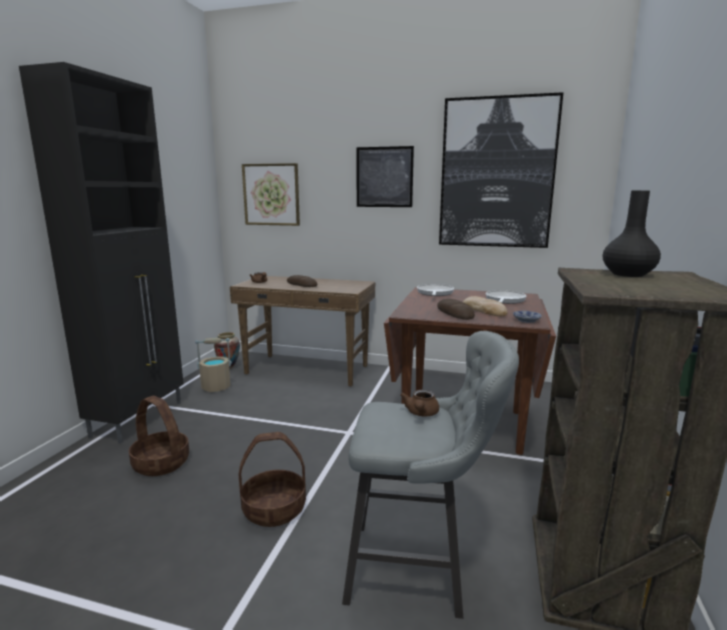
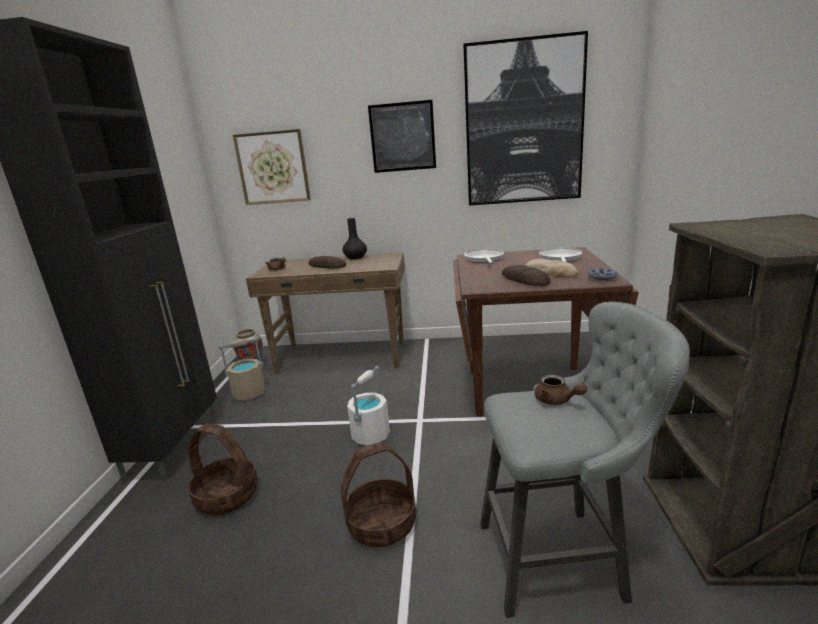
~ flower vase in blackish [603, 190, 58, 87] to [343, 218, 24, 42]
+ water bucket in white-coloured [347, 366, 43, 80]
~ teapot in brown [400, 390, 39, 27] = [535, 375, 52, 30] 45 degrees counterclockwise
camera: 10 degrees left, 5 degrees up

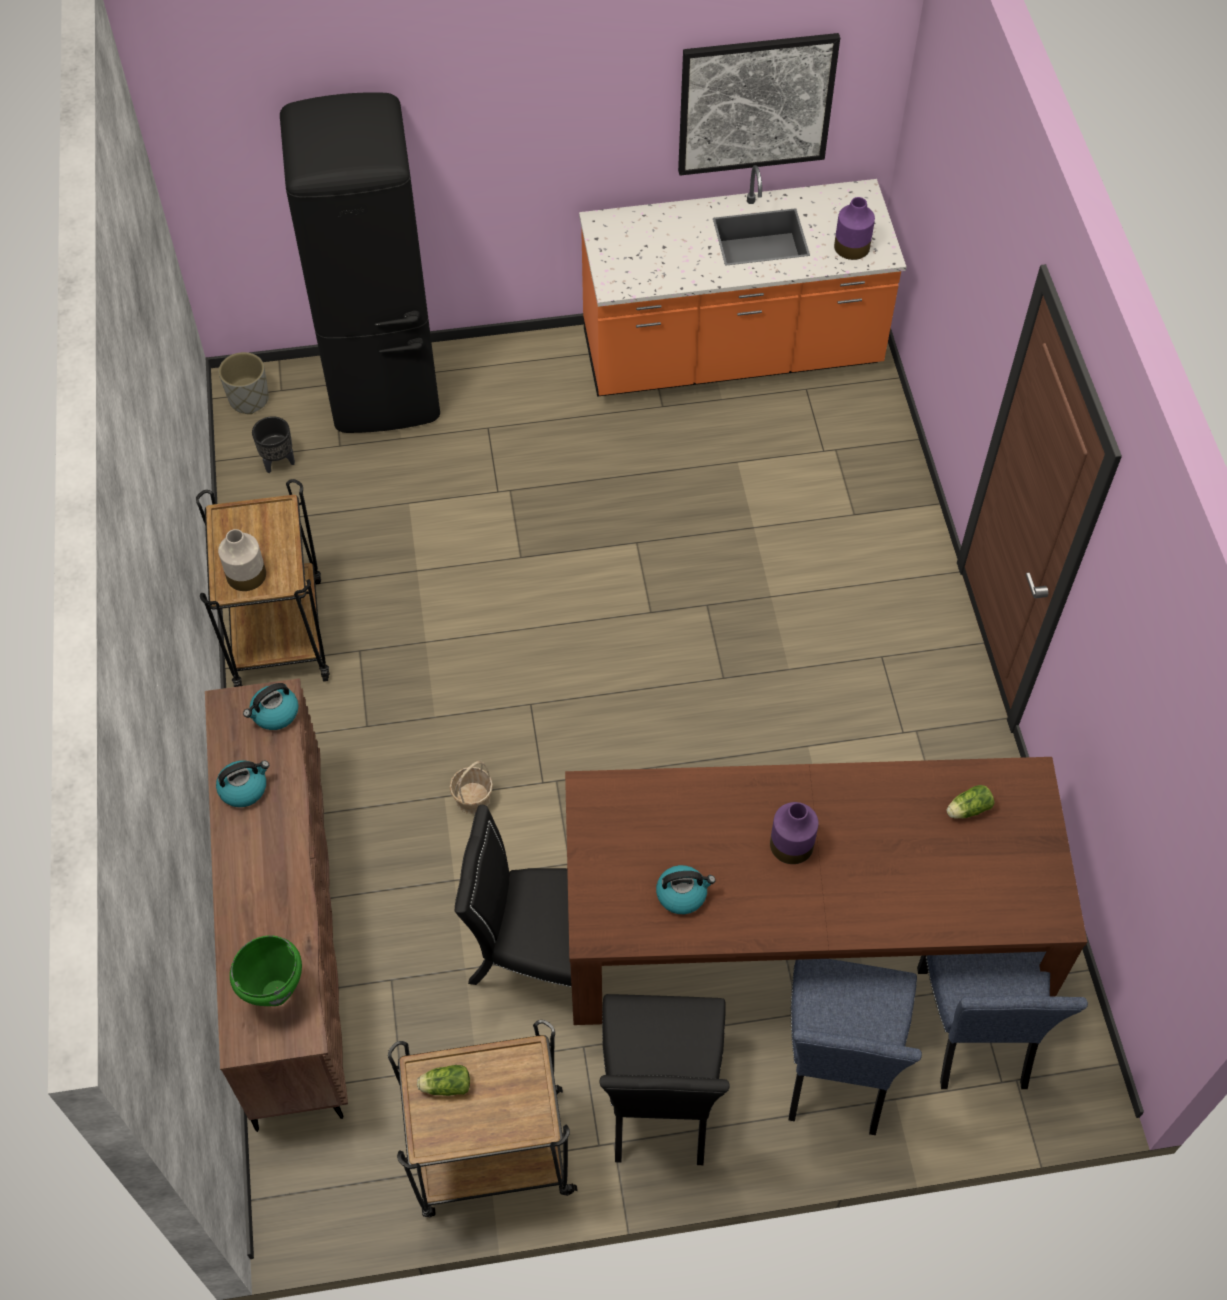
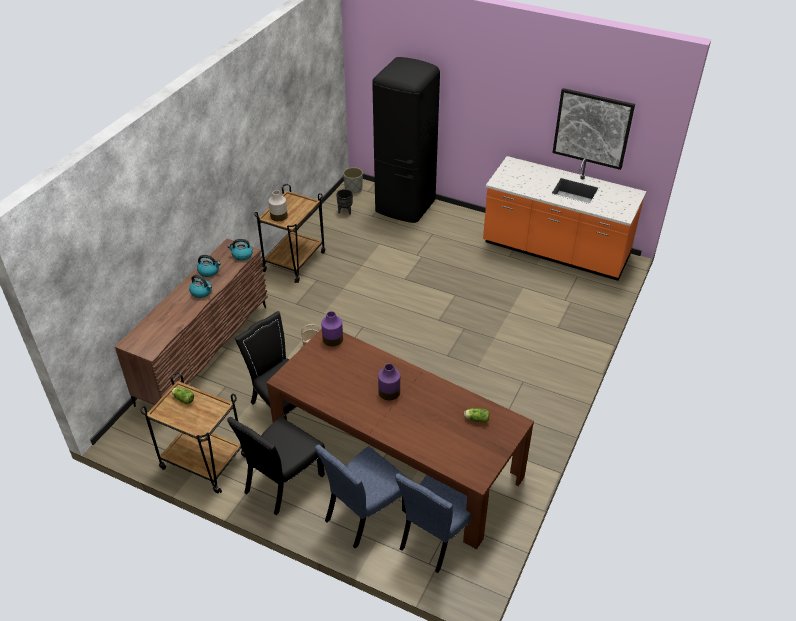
~ tea kettle [656, 865, 60, 49] to [189, 275, 23, 23]
~ flower vase in purple-coloured [834, 197, 41, 63] to [321, 311, 22, 35]
- cooking pot in green-coloured [230, 935, 72, 71]
camera: 35 degrees right, 15 degrees down

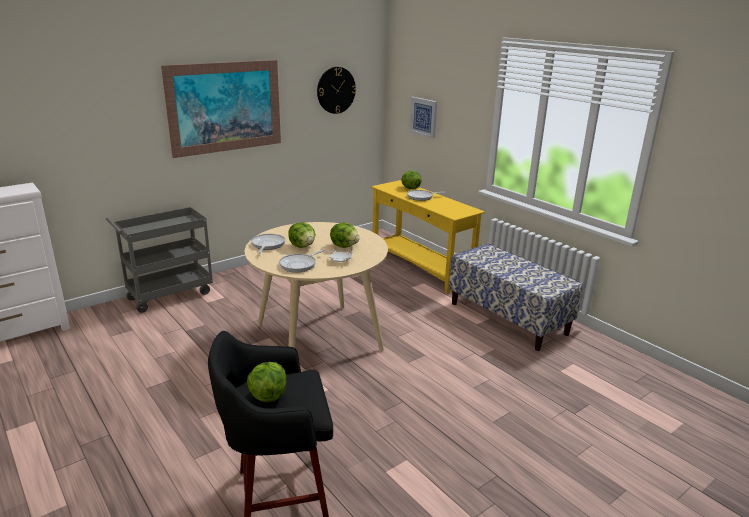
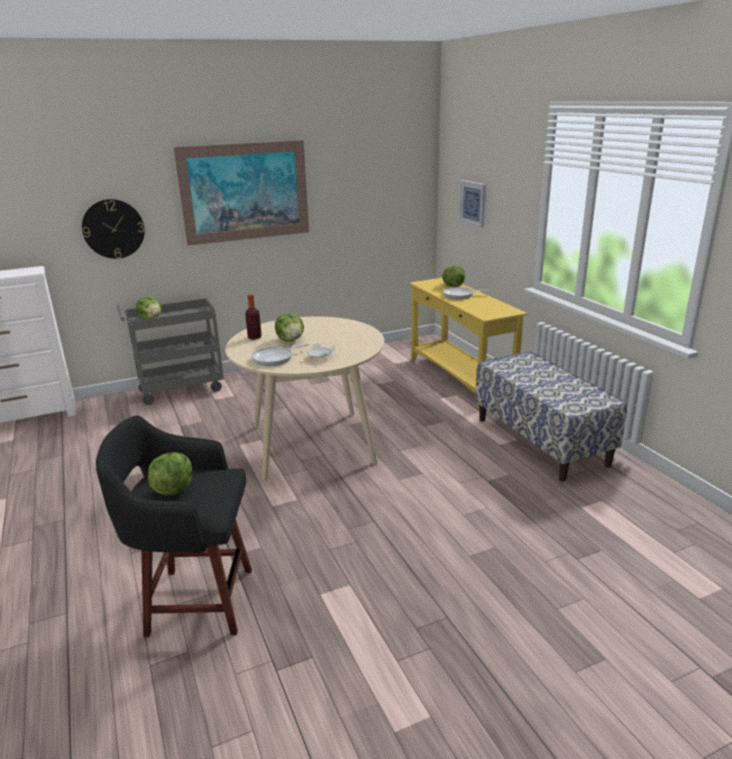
~ wall clock [317, 67, 39, 47] to [82, 199, 63, 60]
~ lettuce head [330, 223, 30, 25] to [136, 297, 26, 23]
~ frying pan [251, 234, 34, 20] to drink bottle [245, 294, 17, 46]
camera: 15 degrees right, 0 degrees up

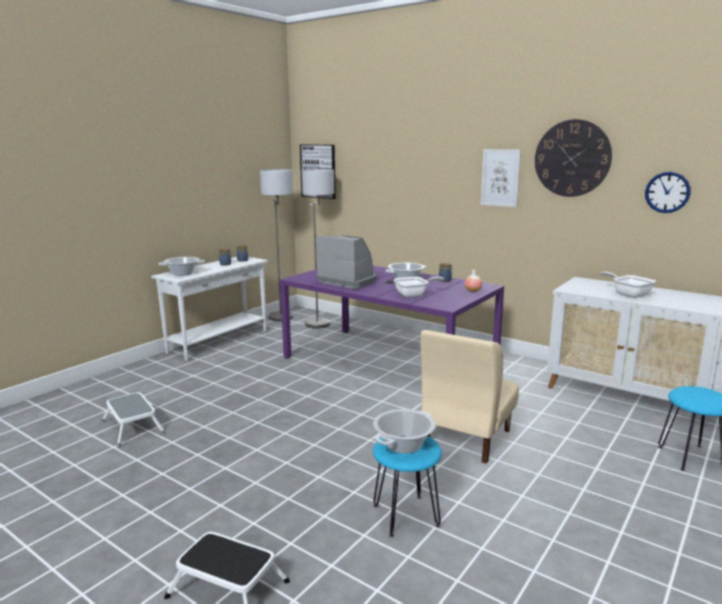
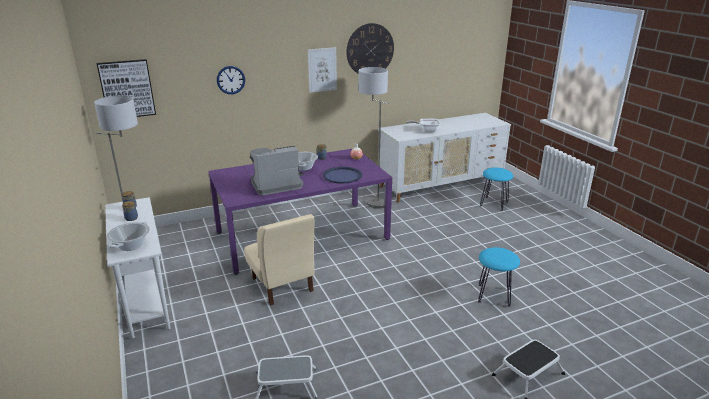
~ wall clock [645, 172, 46, 41] to [217, 66, 28, 28]
~ chair in beige [420, 330, 99, 134] to [244, 214, 71, 91]
~ frying pan [393, 277, 52, 20] to serving tray in blue [323, 167, 39, 17]
~ standing lamp in gray [302, 169, 32, 160] to [358, 67, 31, 142]
- cooking pot [373, 409, 63, 45]
camera: 60 degrees left, 10 degrees up

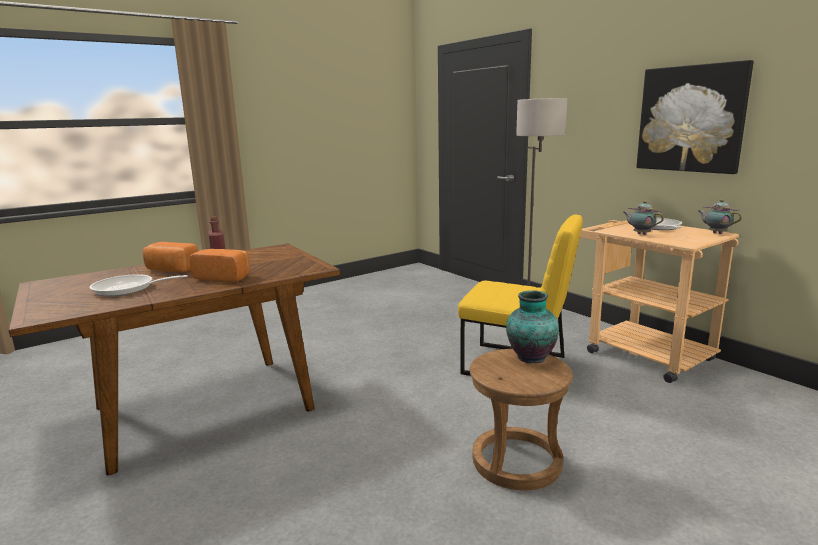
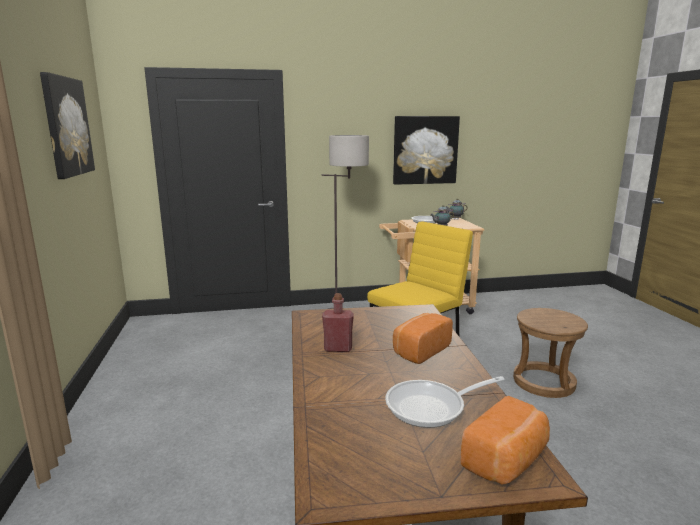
+ picture [40, 72, 55, 107]
~ frying pan [90, 274, 98, 23] = [385, 376, 120, 52] 45 degrees clockwise
~ baked bread [143, 242, 56, 30] to [461, 396, 89, 89]
- flower vase [506, 290, 53, 73]
camera: 65 degrees left, 0 degrees up

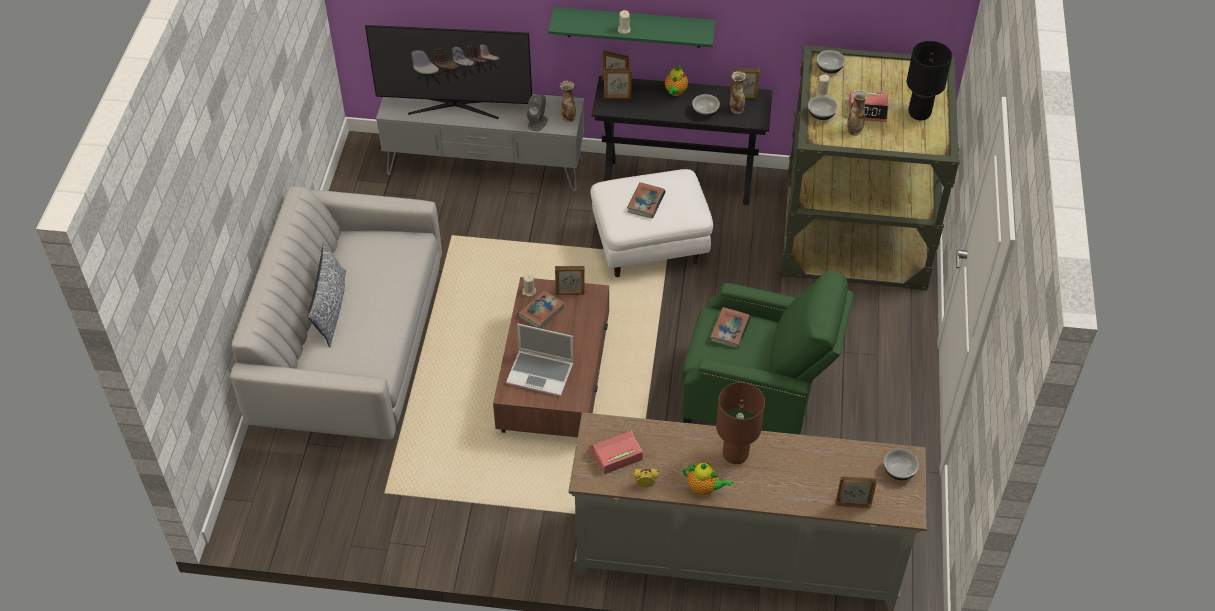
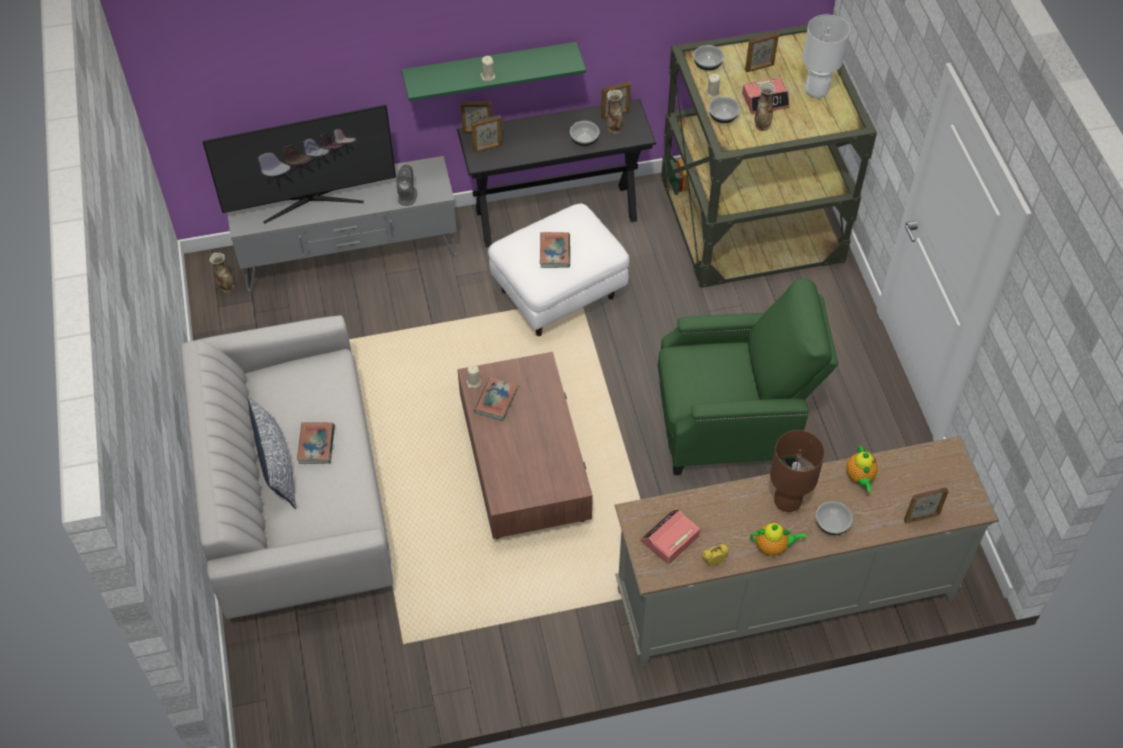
~ flower vase [560, 81, 16, 41] to [209, 252, 25, 41]
~ book [710, 307, 41, 41] to [297, 422, 38, 42]
~ picture frame [555, 266, 30, 29] to [745, 32, 34, 40]
~ lamp for a table in blackish [907, 41, 45, 80] to lamp for a table in white-coloured [802, 15, 48, 83]
~ bowl [884, 449, 35, 31] to [816, 501, 37, 34]
~ teapot [665, 66, 23, 30] to [847, 445, 31, 47]
- notebook computer [506, 324, 67, 72]
camera: 20 degrees left, 5 degrees up

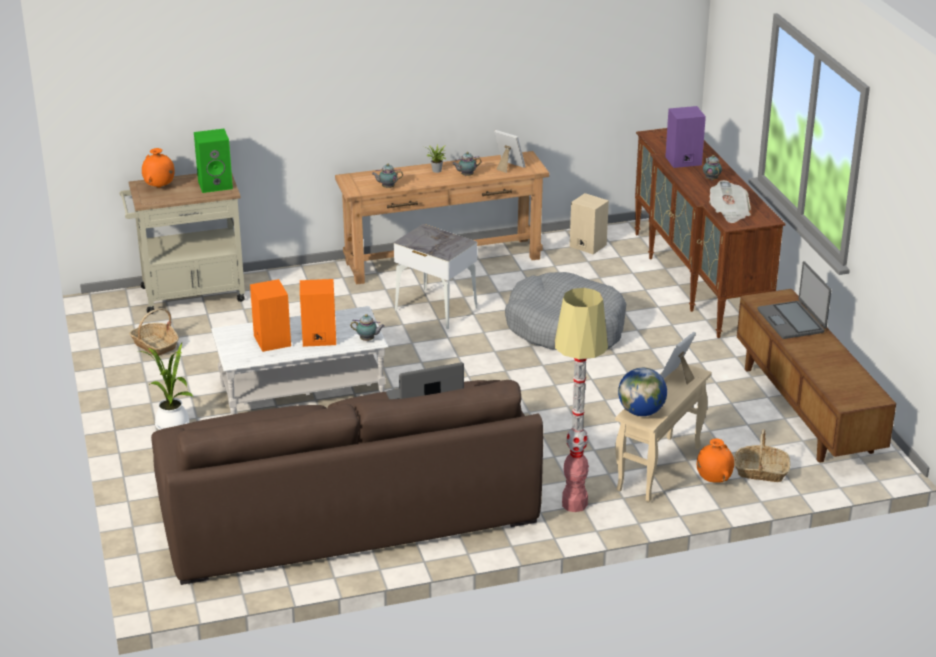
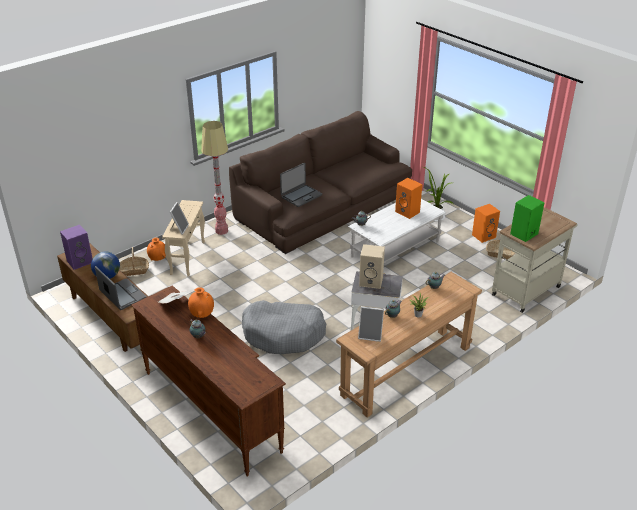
~ loudspeaker in purple-coloured [665, 106, 41, 62] to [60, 225, 33, 45]
~ globe [618, 368, 49, 48] to [91, 251, 29, 28]
~ flower vase in orangey [142, 148, 33, 40] to [188, 287, 26, 31]
~ loudspeaker in beige [570, 193, 39, 61] to [359, 244, 26, 45]
~ loudspeaker in orangey [300, 279, 36, 68] to [472, 204, 28, 39]
camera: 155 degrees right, 5 degrees up

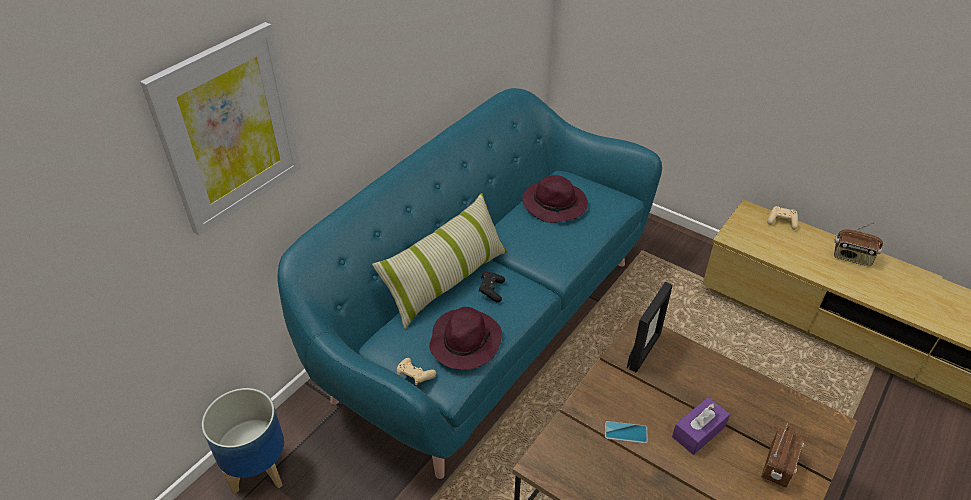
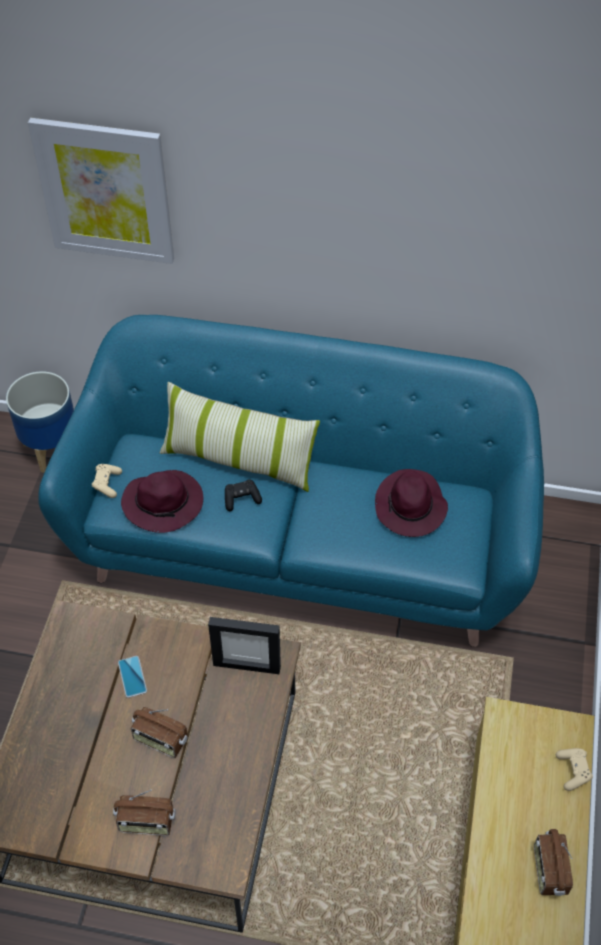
~ tissue box in purple-coloured [672, 397, 58, 58] to radio receiver [131, 707, 57, 51]
camera: 65 degrees right, 10 degrees up

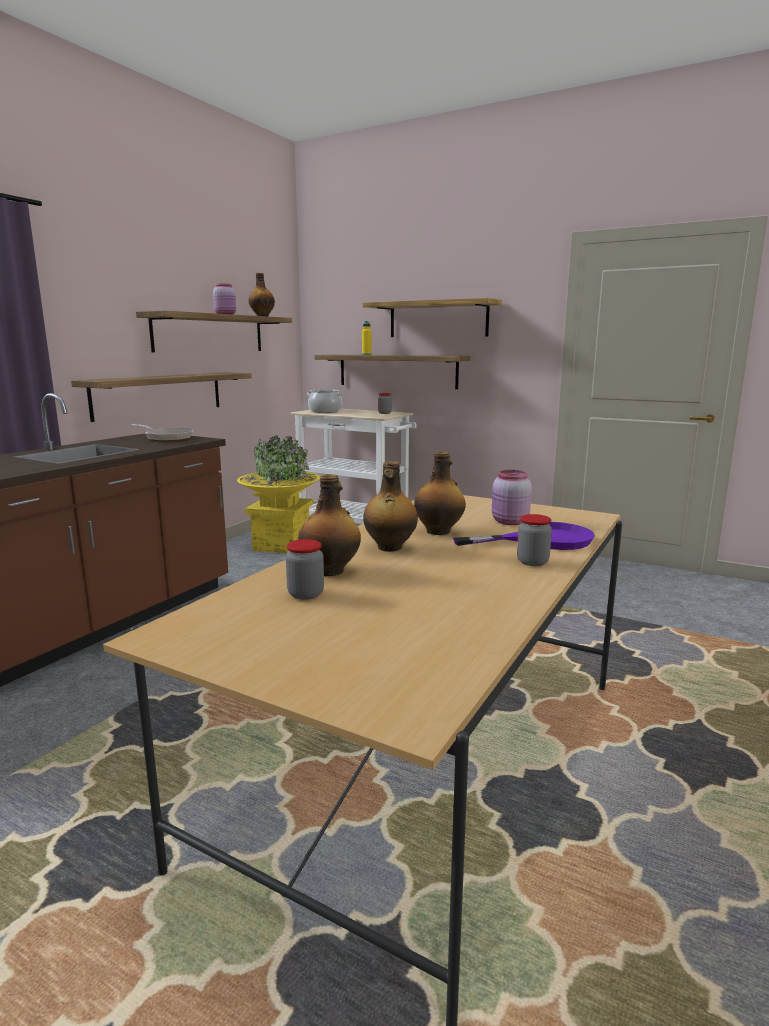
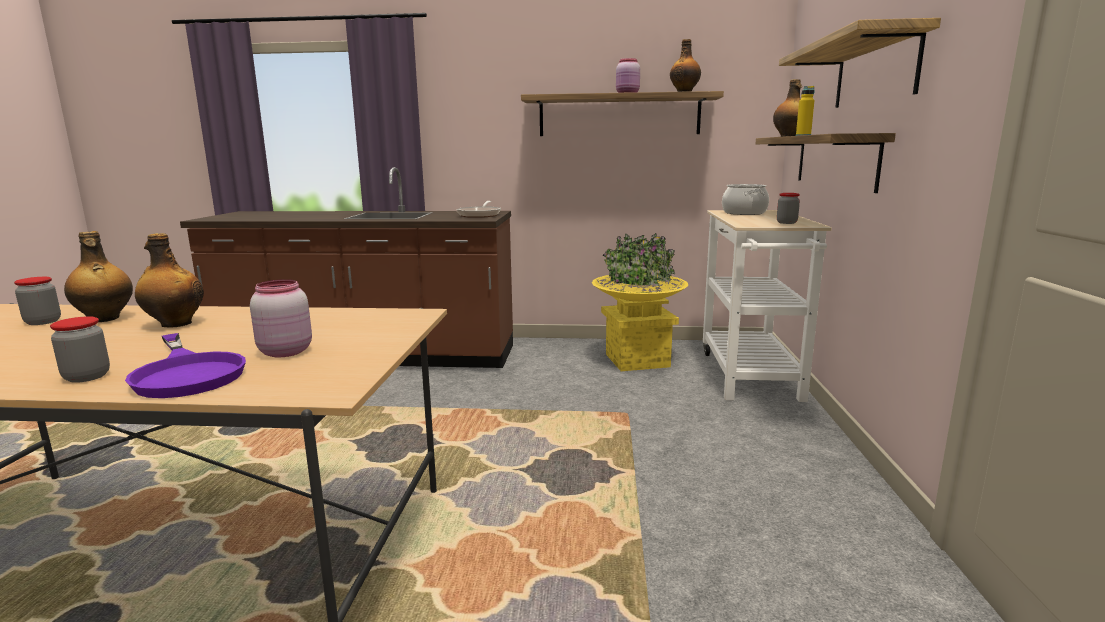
~ drink bottle [414, 451, 52, 84] to [773, 79, 29, 58]
- shelf [71, 372, 181, 50]
camera: 65 degrees right, 0 degrees up

